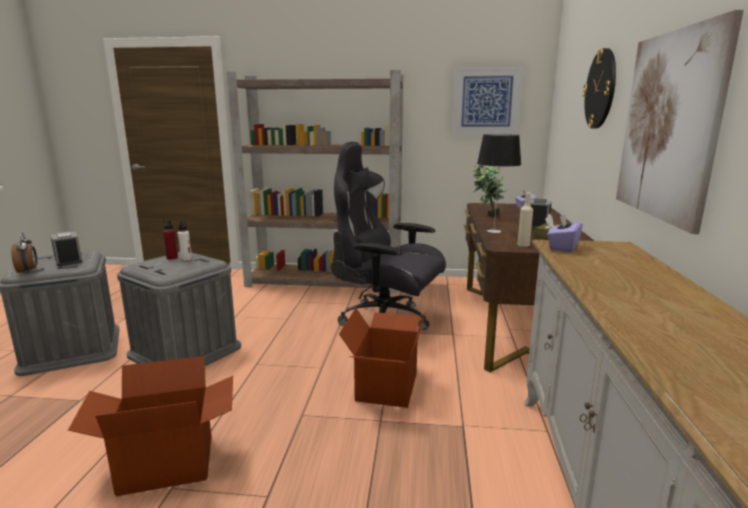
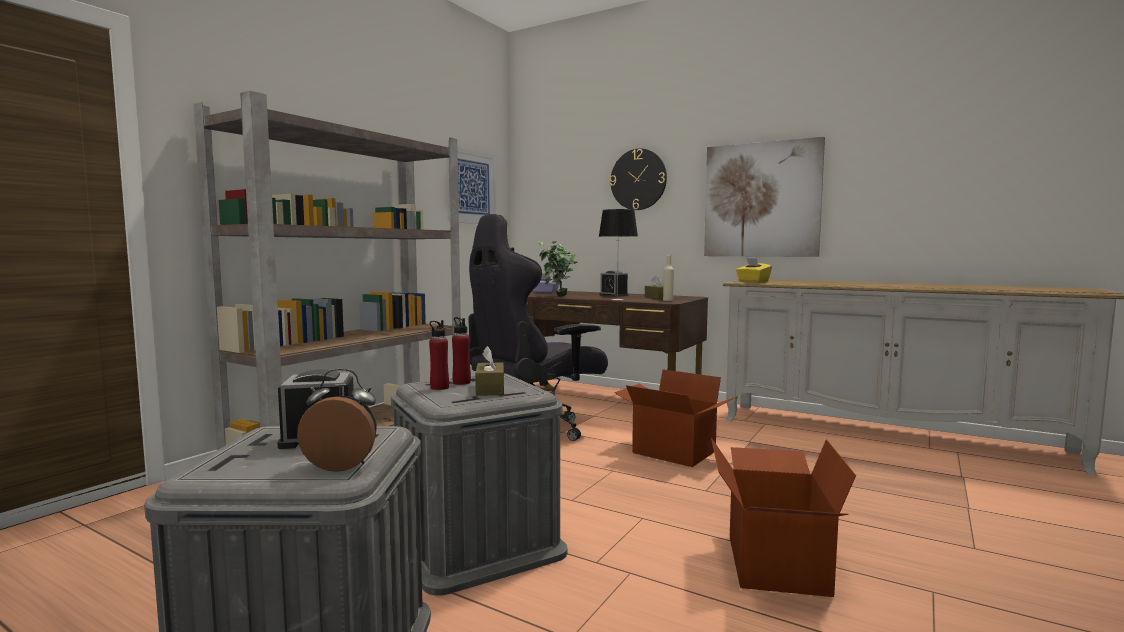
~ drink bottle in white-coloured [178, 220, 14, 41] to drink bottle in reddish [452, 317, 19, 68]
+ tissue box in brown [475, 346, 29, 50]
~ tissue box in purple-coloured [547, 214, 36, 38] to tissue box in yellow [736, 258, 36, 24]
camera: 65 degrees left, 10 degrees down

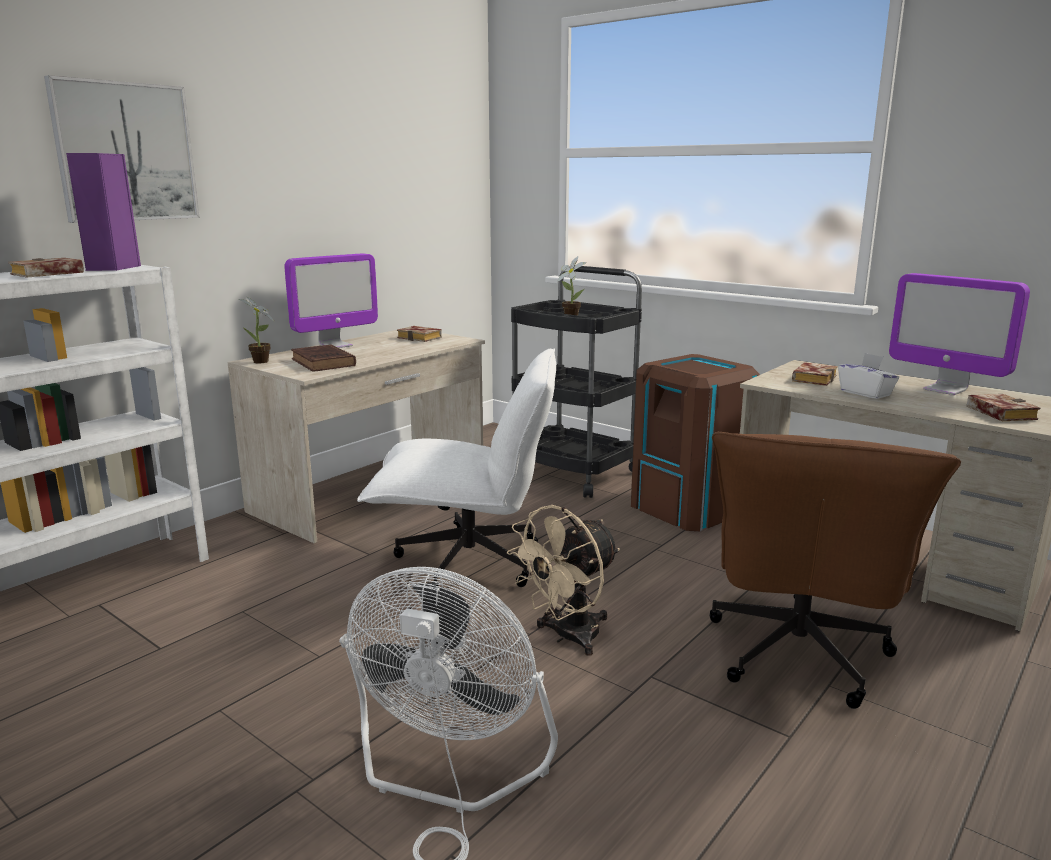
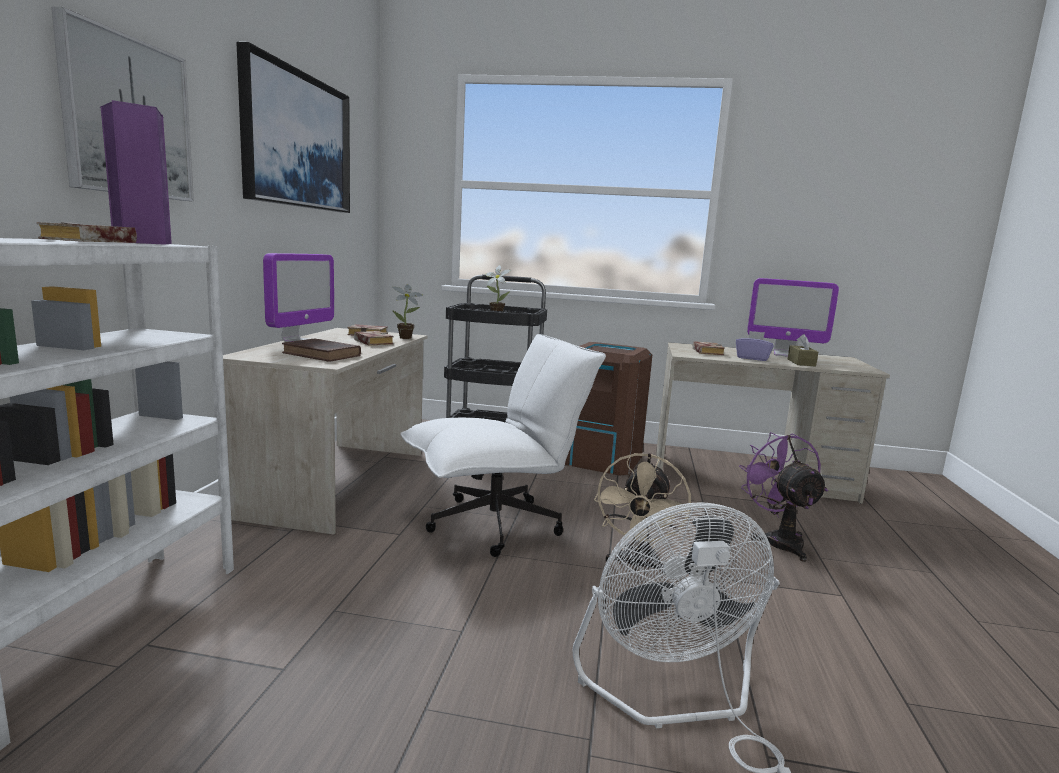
+ picture [236, 42, 114, 171]
~ book [967, 394, 73, 27] to [354, 331, 40, 15]
~ houseplant [239, 297, 36, 66] to [392, 284, 31, 55]
~ tissue box in white-coloured [838, 353, 61, 46] to tissue box in purple-coloured [736, 331, 38, 30]
~ desk chair in brown [709, 432, 252, 277] to fan in purple-coloured [739, 432, 89, 130]
+ tissue box in brown [788, 334, 30, 33]
camera: 30 degrees left, 5 degrees down

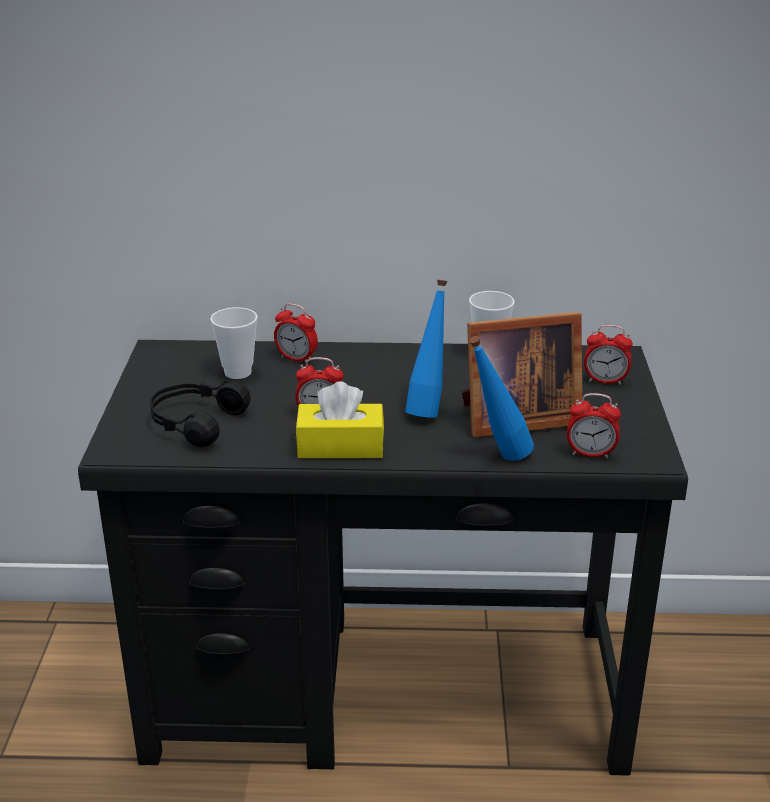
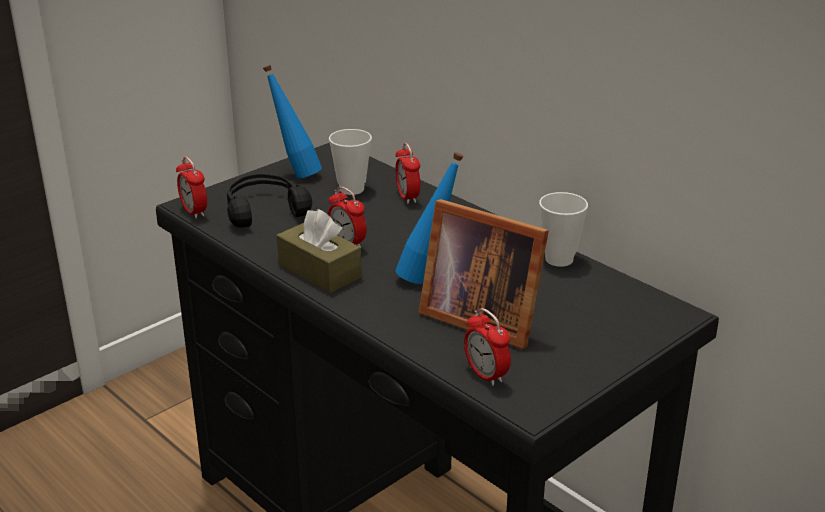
~ table clock [584, 325, 49, 60] to [176, 157, 31, 62]
~ drink bottle in blue [469, 336, 65, 125] to [263, 65, 59, 113]
~ tissue box in yellow [296, 381, 88, 77] to tissue box in brown [277, 209, 85, 84]
camera: 45 degrees right, 0 degrees up

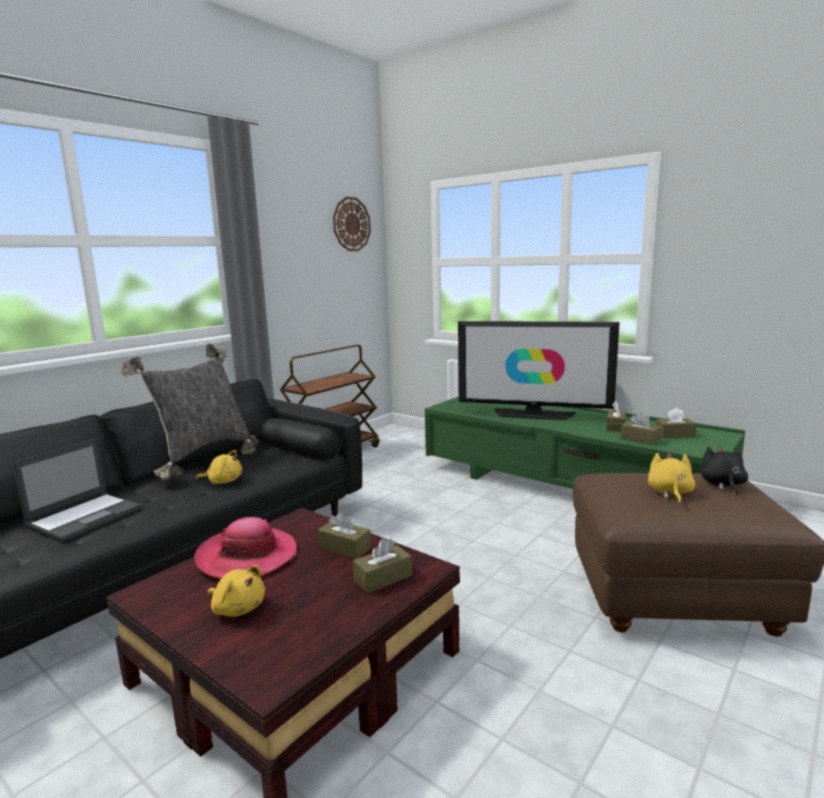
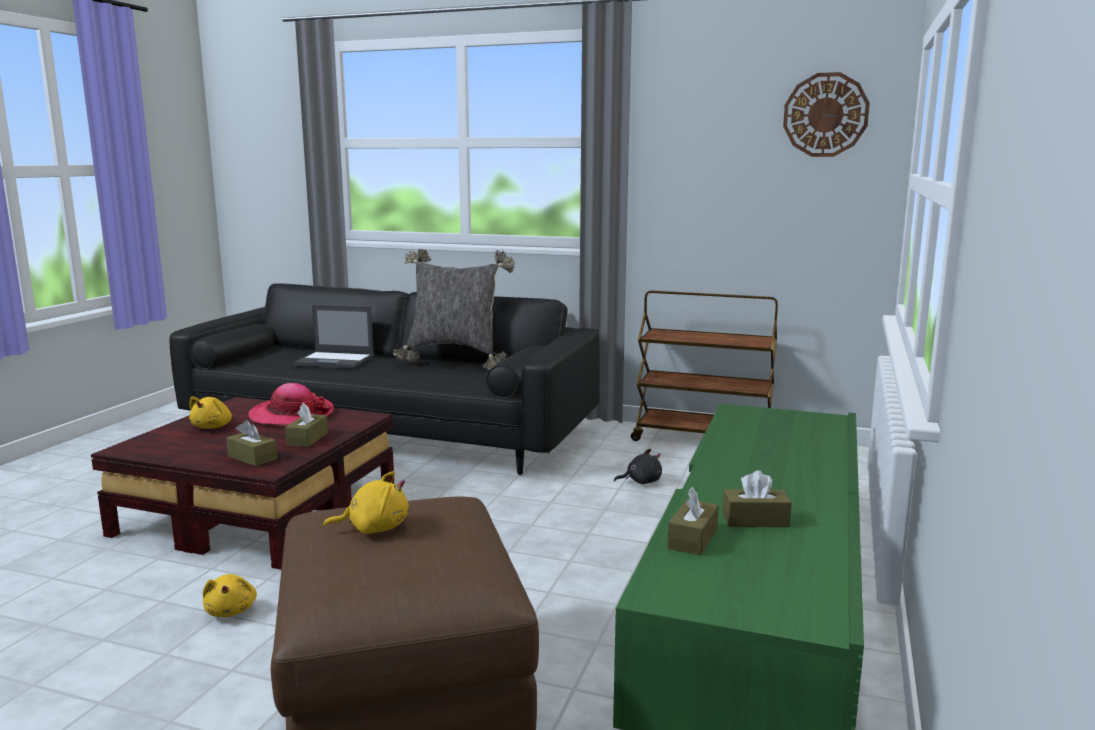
~ soft toy in yellow [196, 450, 46, 34] to [203, 574, 54, 43]
~ soft toy in blackish [701, 446, 47, 49] to [614, 449, 48, 35]
- television [458, 321, 162, 99]
- tissue box in brown [656, 408, 41, 30]
camera: 70 degrees right, 0 degrees up

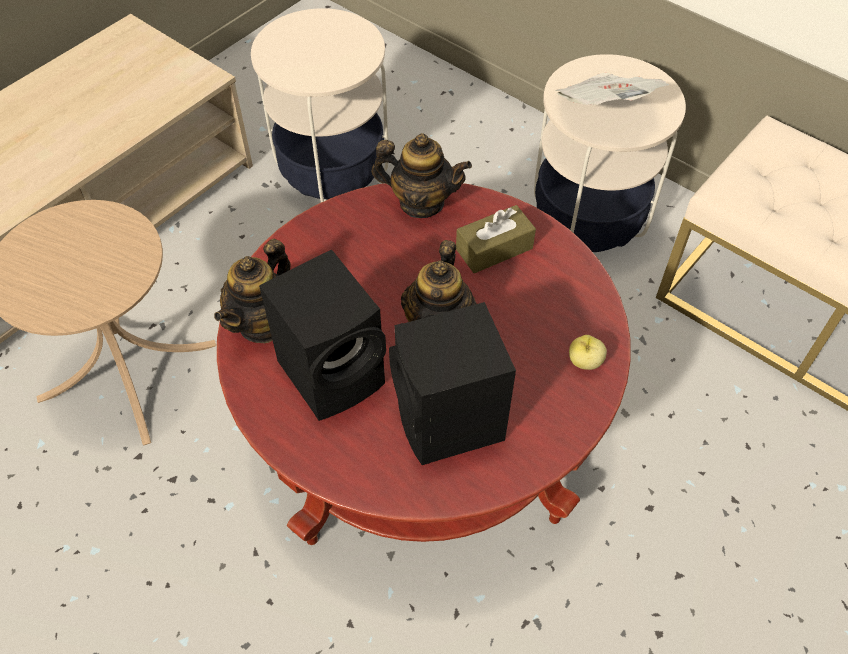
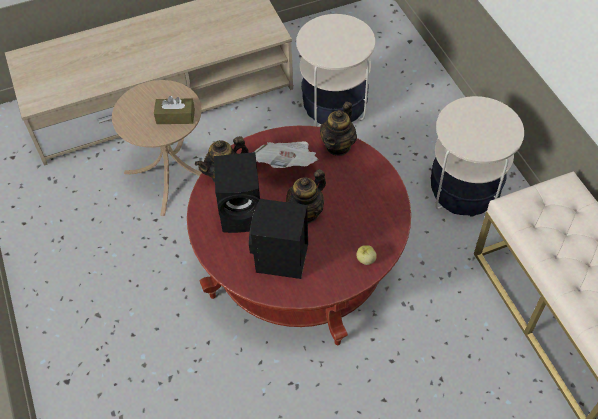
~ tissue box in brown [456, 205, 80, 68] to [154, 96, 41, 28]
~ printed paper [555, 72, 115, 33] to [255, 141, 63, 27]
~ teapot [371, 133, 101, 85] = [320, 102, 37, 54] 75 degrees clockwise
camera: 30 degrees right, 0 degrees up

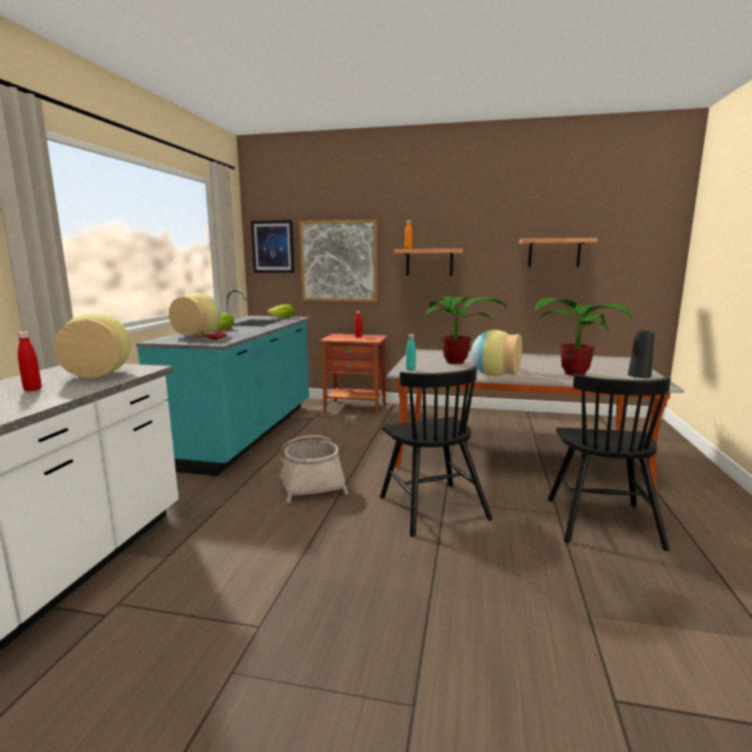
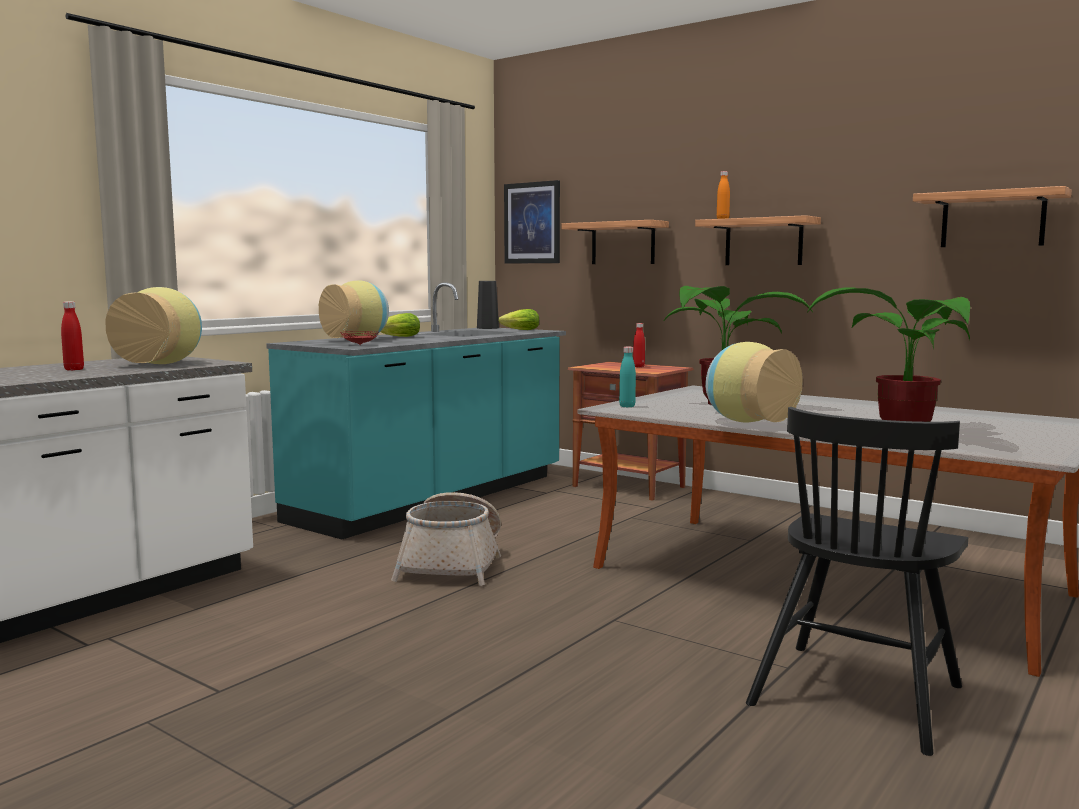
~ flower vase in blackish [628, 331, 27, 47] to [477, 281, 22, 48]
~ picture [299, 220, 79, 82] to shelf [562, 220, 107, 44]
- chair in blackish [380, 365, 113, 172]
camera: 25 degrees right, 5 degrees down

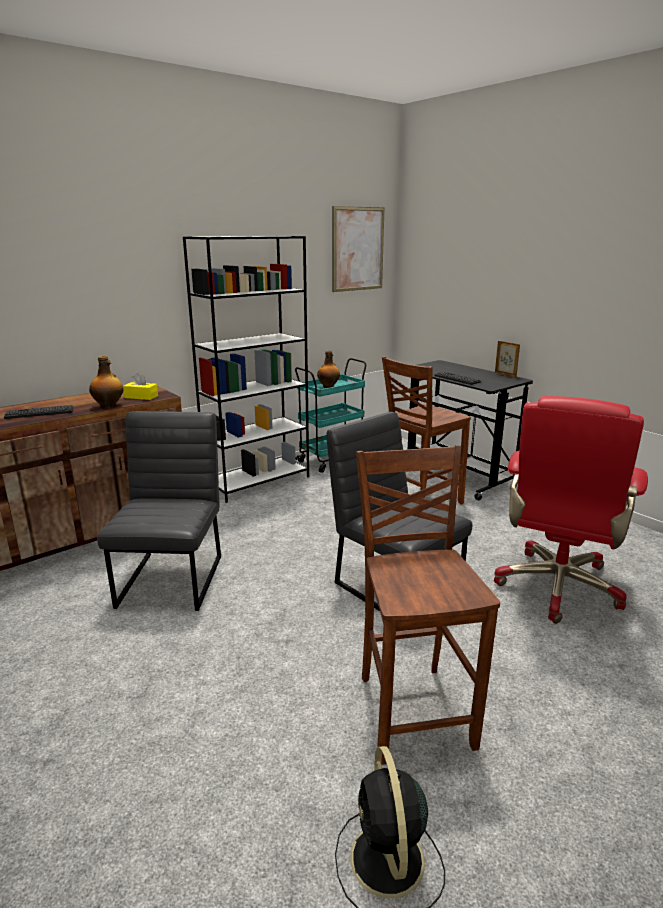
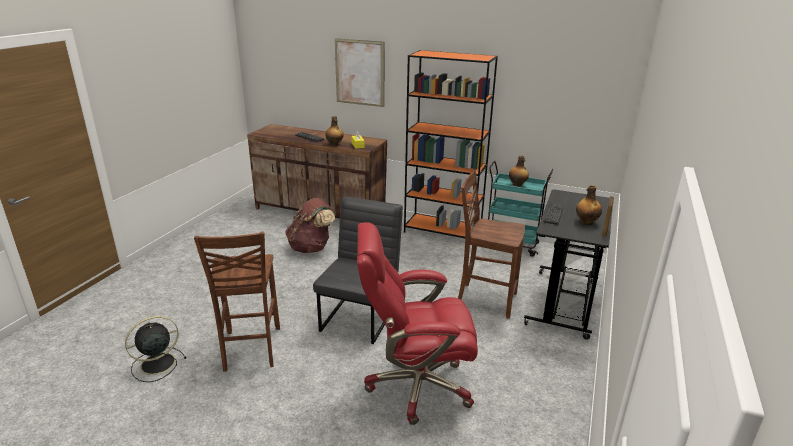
~ chair in brown [356, 445, 144, 320] = [194, 232, 86, 140] 120 degrees clockwise
~ chair in gray [97, 411, 124, 200] to backpack in brown [285, 198, 50, 55]
~ picture [332, 206, 53, 86] to [335, 38, 50, 69]
~ bookcase in white-coloured [183, 236, 126, 267] to bookcase in orangey [404, 50, 94, 188]
+ drink bottle [576, 185, 26, 40]
camera: 60 degrees right, 5 degrees up

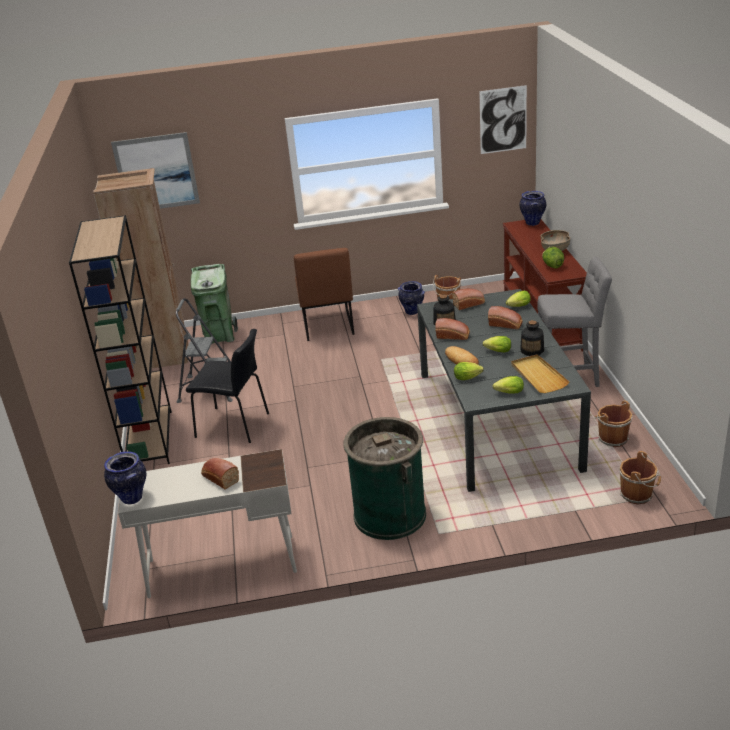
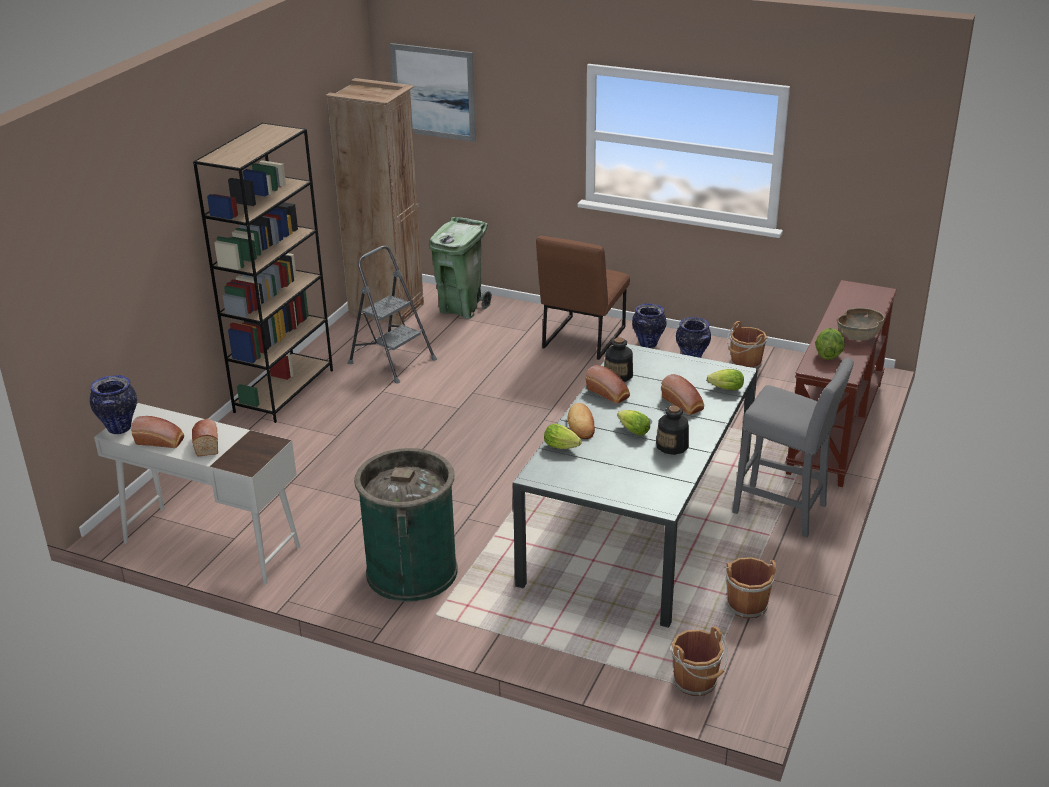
~ baked bread [452, 289, 33, 21] to [131, 416, 53, 32]
~ flower vase [520, 191, 26, 35] to [632, 303, 34, 45]
- chair in blackish [186, 329, 83, 114]
- picture [479, 85, 48, 69]
- lettuce head [493, 376, 31, 17]
- serving tray in beige [511, 354, 58, 39]
camera: 30 degrees right, 0 degrees up

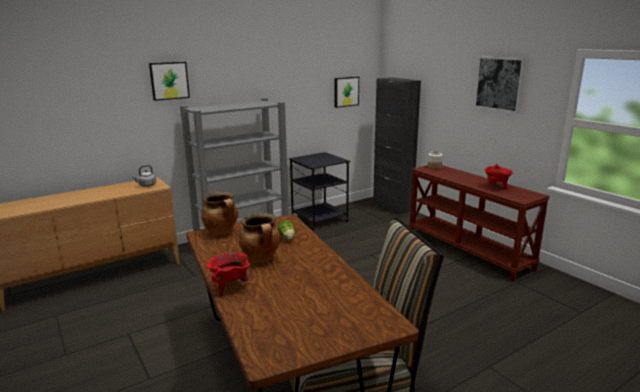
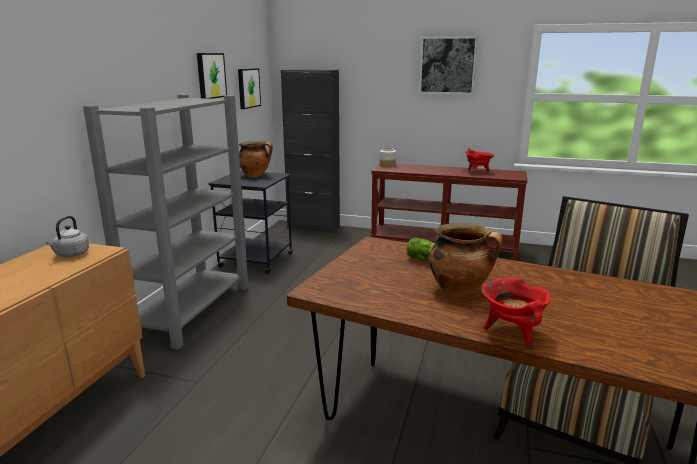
~ picture [149, 62, 41, 39] to [197, 53, 30, 46]
~ cooking pot [201, 192, 37, 44] to [239, 141, 34, 36]
camera: 40 degrees left, 0 degrees up

